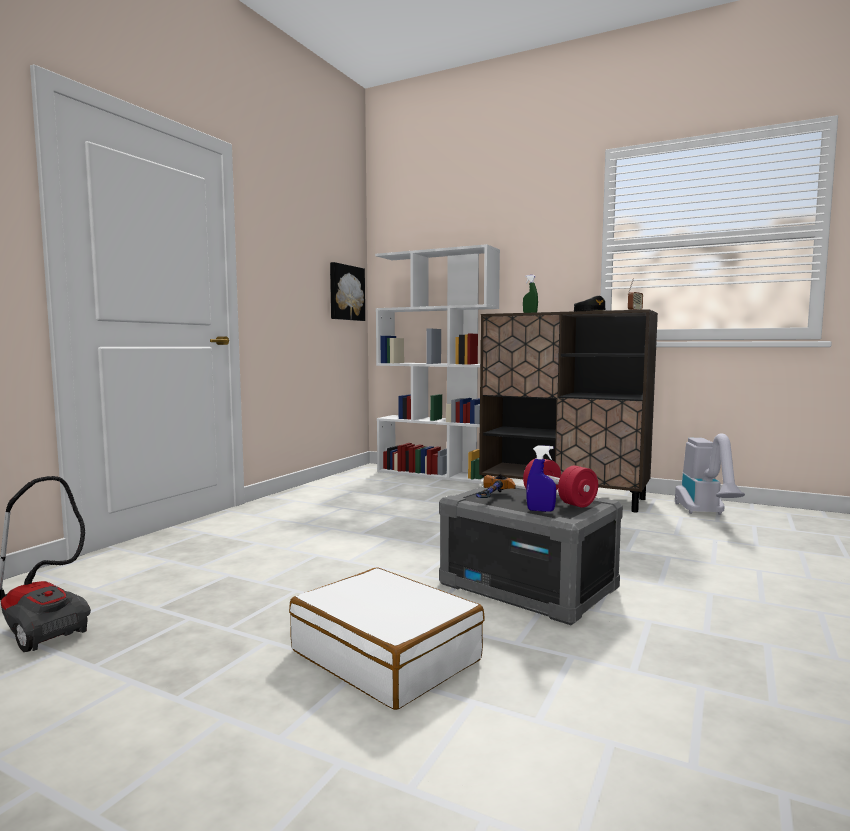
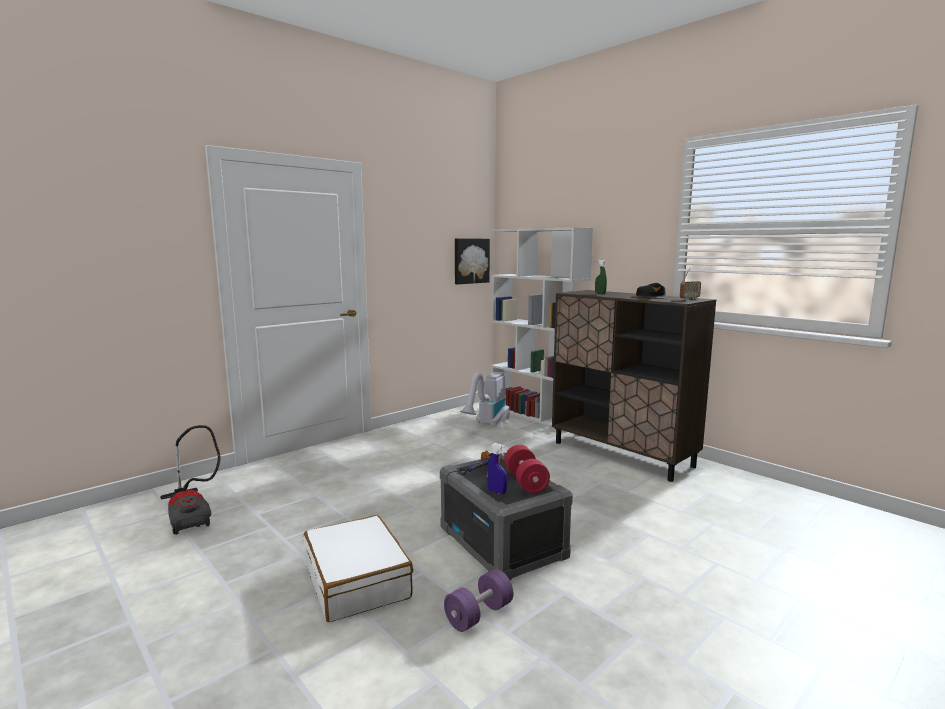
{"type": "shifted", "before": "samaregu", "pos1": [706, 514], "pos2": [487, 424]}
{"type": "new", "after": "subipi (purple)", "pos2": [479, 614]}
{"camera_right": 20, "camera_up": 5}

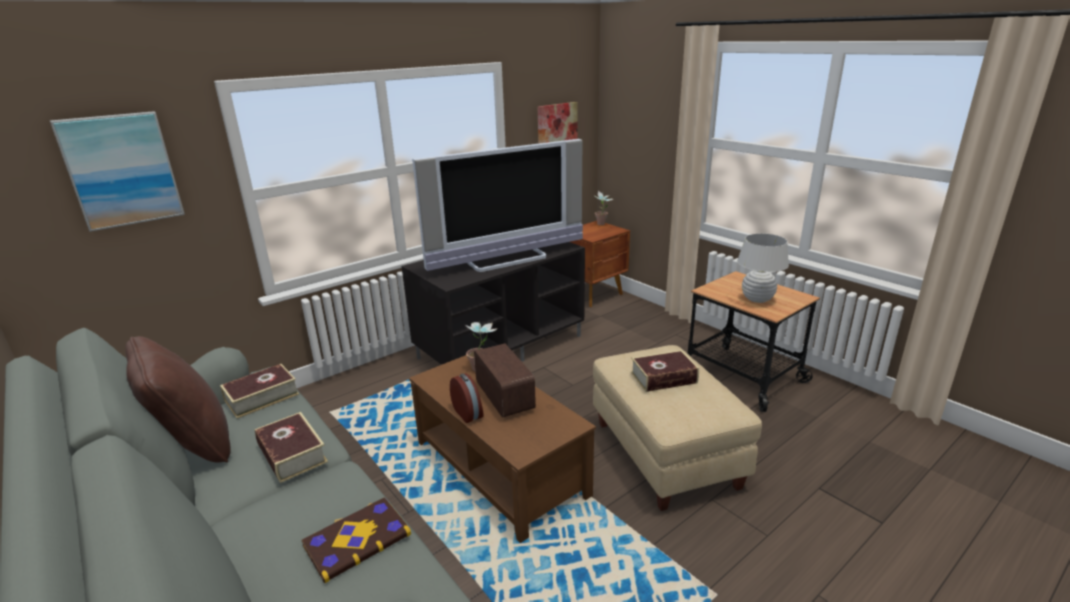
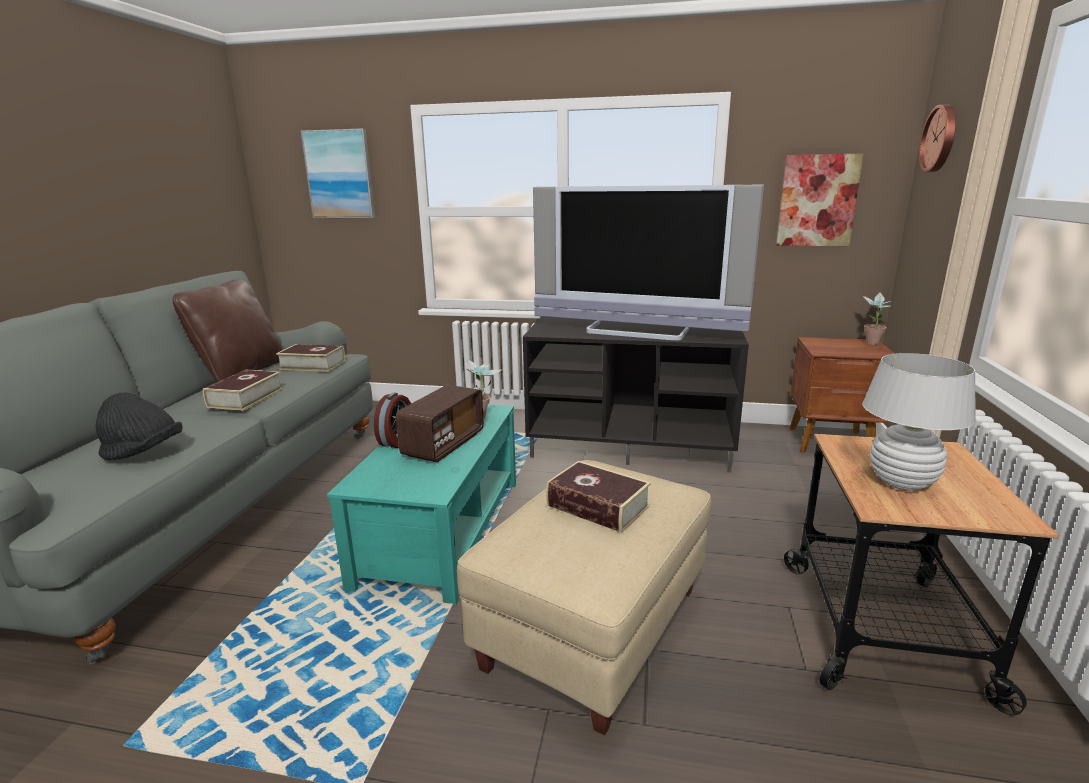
{"type": "swapped", "before": "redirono", "after": "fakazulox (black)", "pos1": [357, 539], "pos2": [144, 453]}
{"type": "repainted", "before": "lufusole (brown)", "after": "lufusole (turquoise)", "pos1": [498, 468], "pos2": [440, 529]}
{"type": "new", "after": "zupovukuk", "pos2": [940, 138]}
{"camera_right": 50, "camera_up": -5}

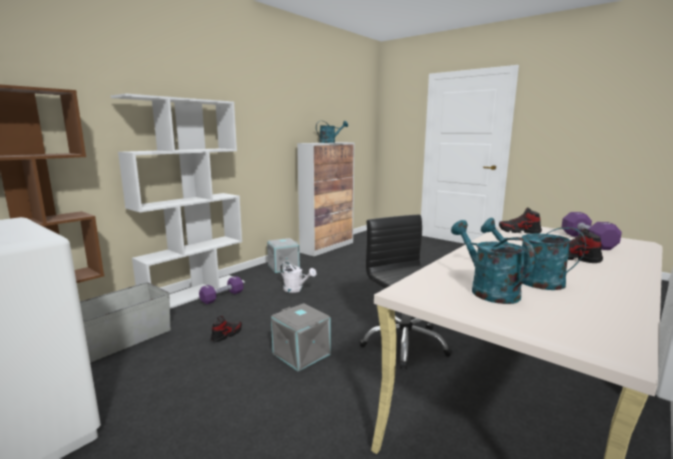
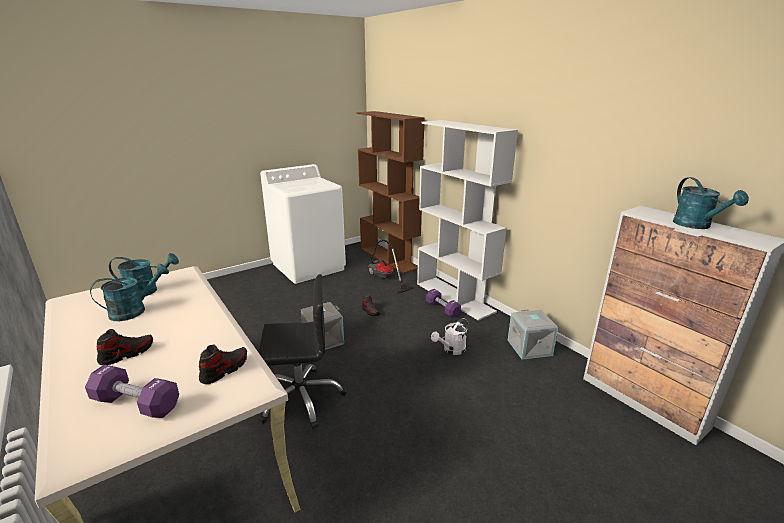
{"type": "swapped", "before": "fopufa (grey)", "after": "samaregu", "pos1": [124, 339], "pos2": [384, 279]}
{"camera_right": 105, "camera_up": 10}

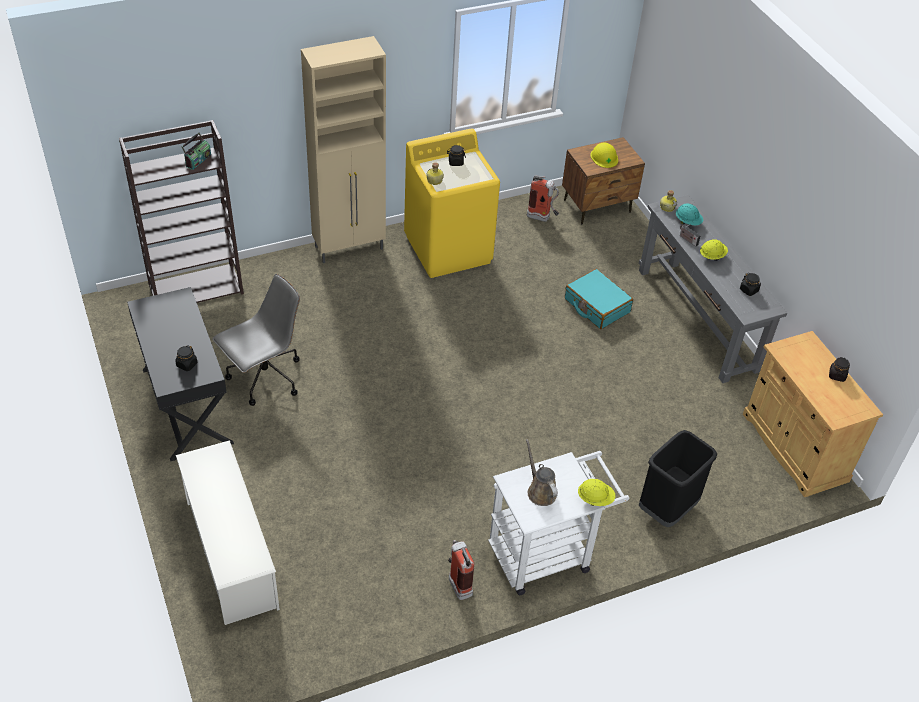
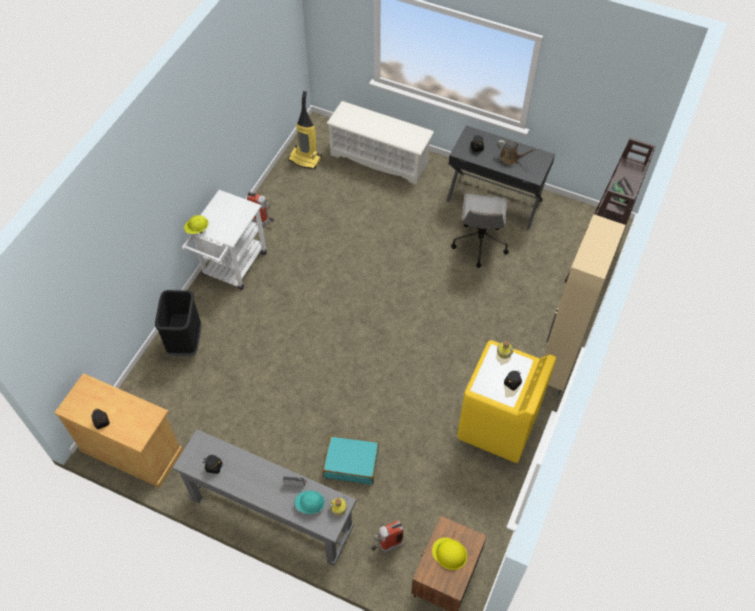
{"type": "shifted", "before": "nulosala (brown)", "pos1": [540, 491], "pos2": [511, 158]}
{"type": "shifted", "before": "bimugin", "pos1": [542, 218], "pos2": [386, 546]}
{"type": "gone", "before": "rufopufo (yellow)", "pos1": [712, 256]}
{"type": "new", "after": "samaregu", "pos2": [305, 159]}
{"camera_right": 140, "camera_up": 10}

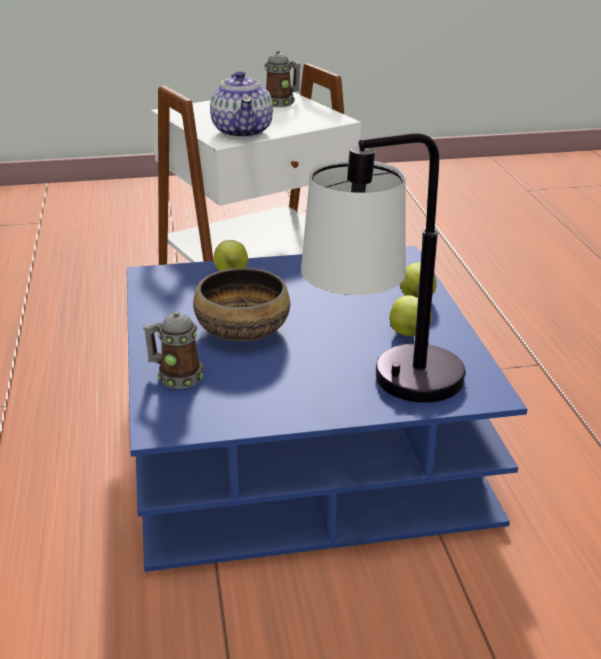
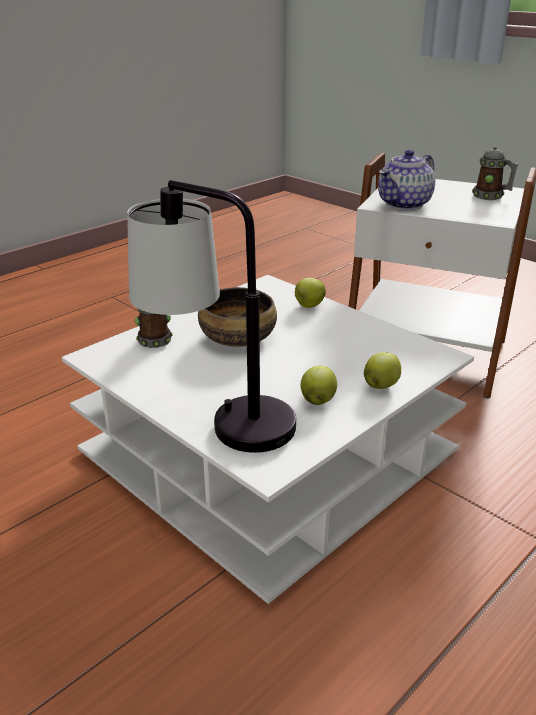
{"type": "repainted", "before": "lufusole (blue)", "after": "lufusole (white)", "pos1": [300, 441], "pos2": [268, 452]}
{"camera_right": 55, "camera_up": 0}

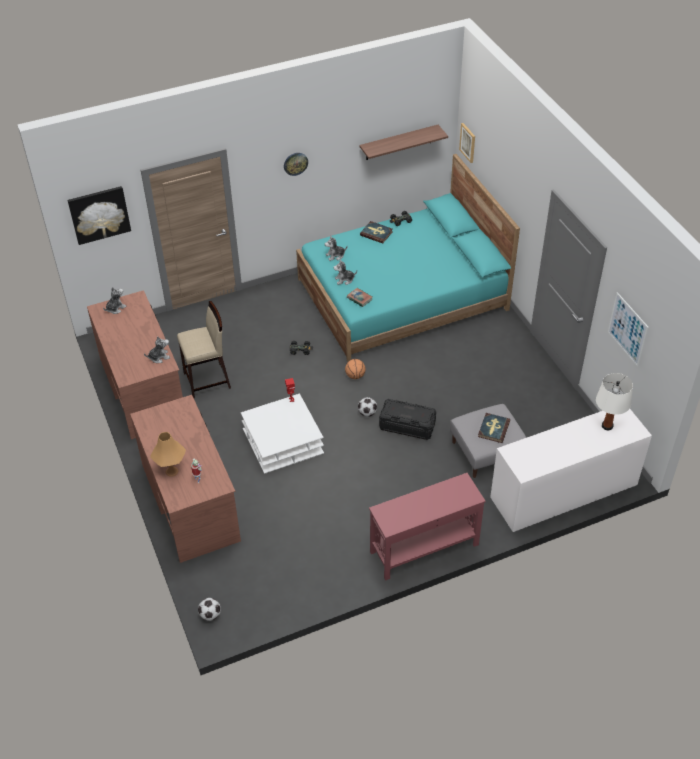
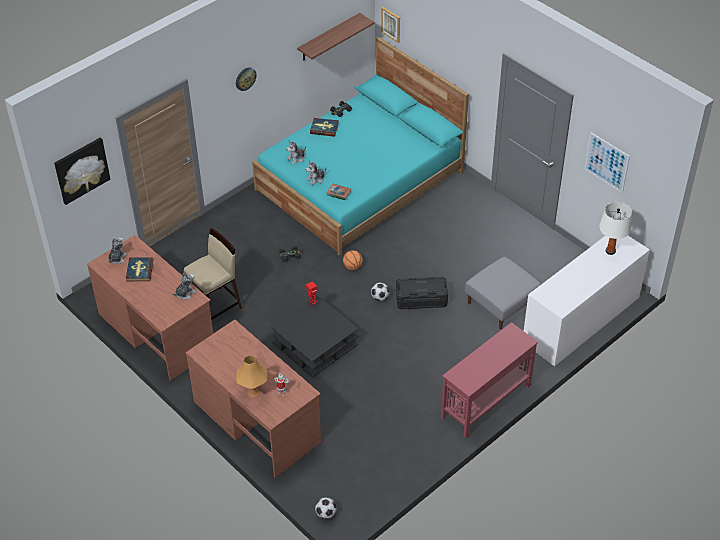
{"type": "repainted", "before": "lufusole (white)", "after": "lufusole (black)", "pos1": [283, 441], "pos2": [315, 343]}
{"type": "shifted", "before": "redirono", "pos1": [493, 429], "pos2": [139, 270]}
{"camera_right": -20, "camera_up": 0}

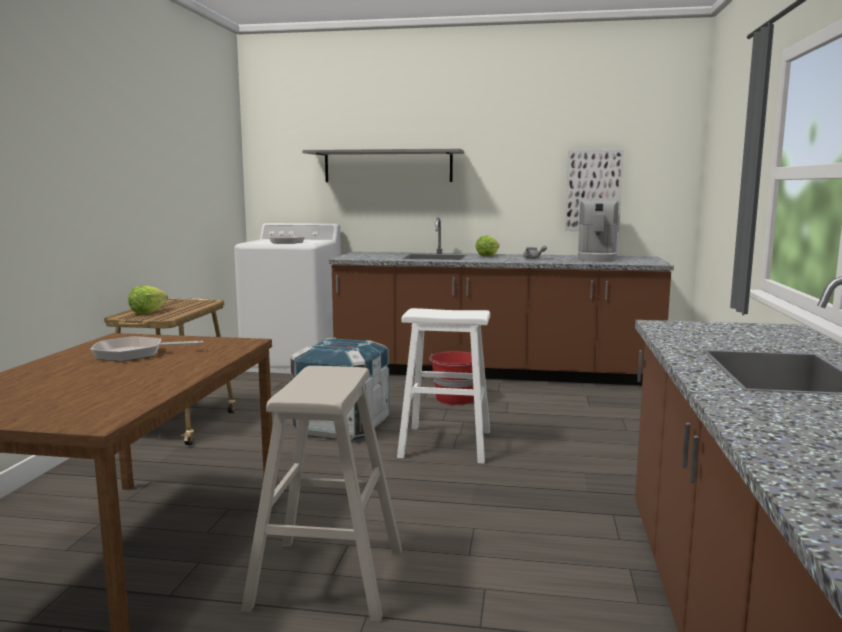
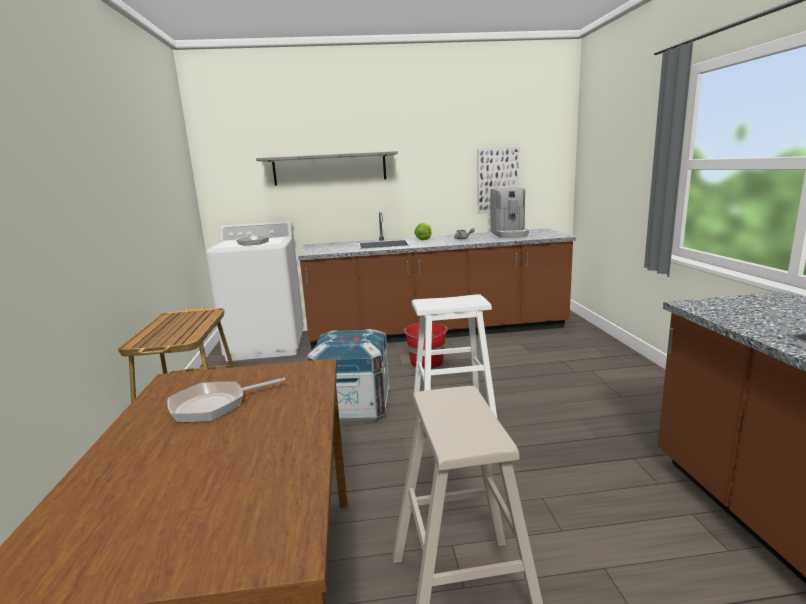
{"type": "gone", "before": "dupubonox", "pos1": [148, 312]}
{"camera_right": -15, "camera_up": 5}

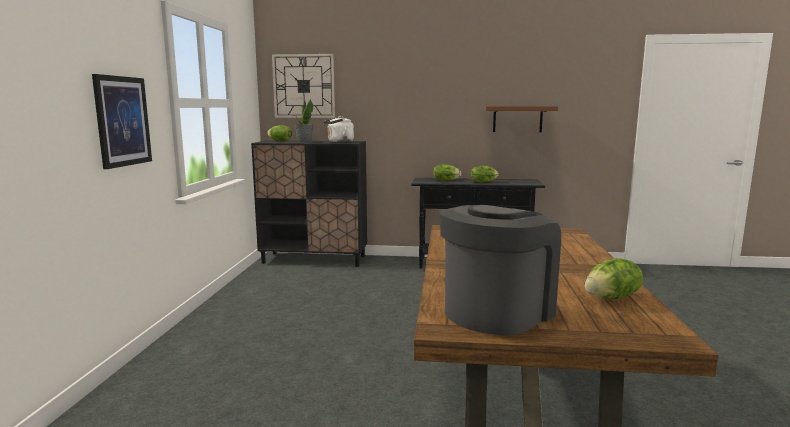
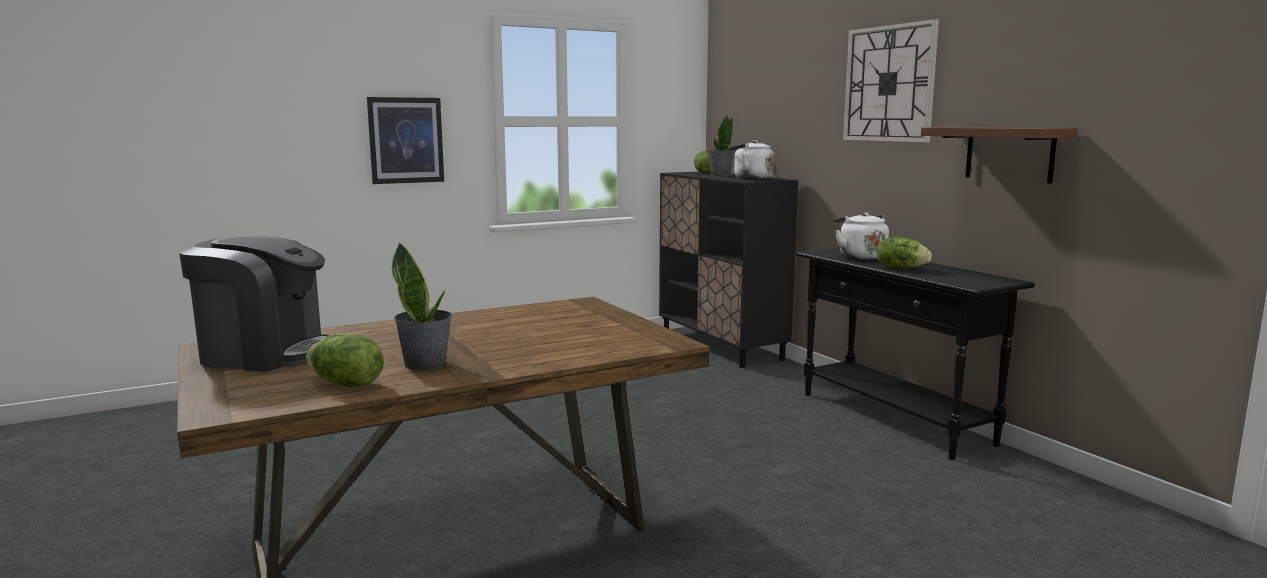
{"type": "shifted", "before": "zupovukuk", "pos1": [304, 86], "pos2": [889, 84]}
{"type": "swapped", "before": "dupubonox", "after": "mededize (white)", "pos1": [445, 180], "pos2": [860, 257]}
{"type": "new", "after": "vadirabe", "pos2": [426, 364]}
{"camera_right": 55, "camera_up": 0}

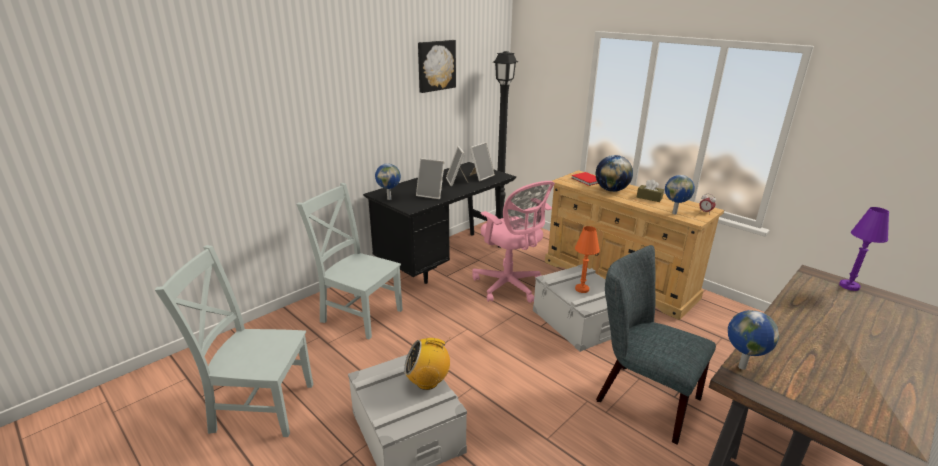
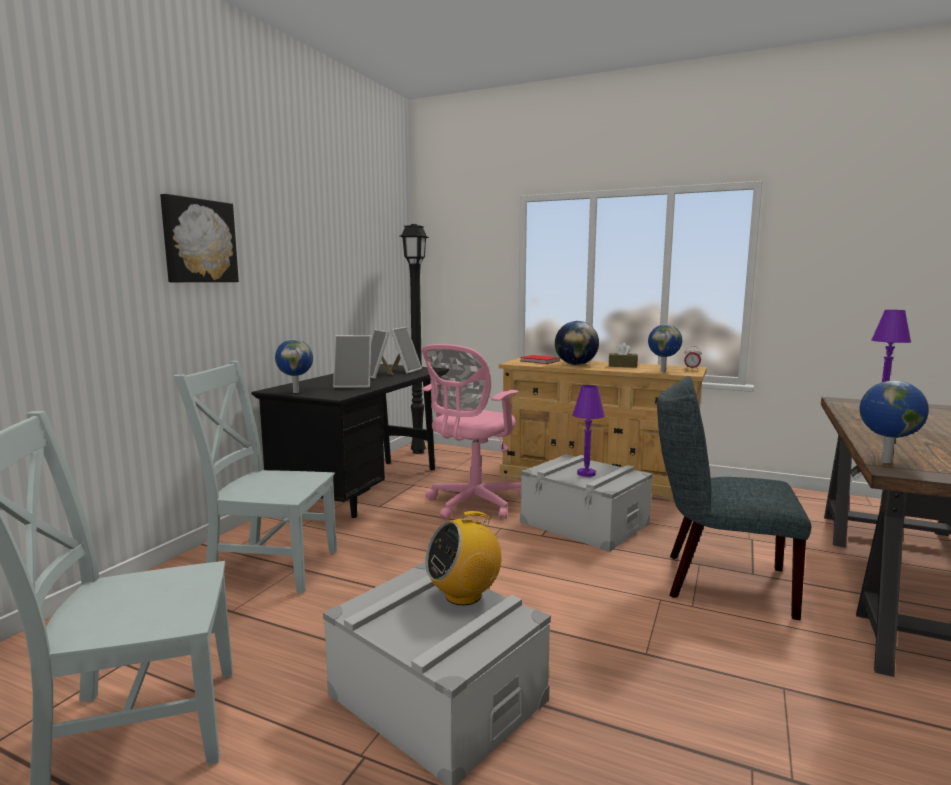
{"type": "shifted", "before": "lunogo", "pos1": [436, 65], "pos2": [198, 241]}
{"type": "rotated", "before": "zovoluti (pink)", "pos1": [509, 286], "pos2": [473, 504], "turn": 90}
{"type": "repainted", "before": "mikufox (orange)", "after": "mikufox (purple)", "pos1": [582, 289], "pos2": [586, 473]}
{"camera_right": -20, "camera_up": -15}

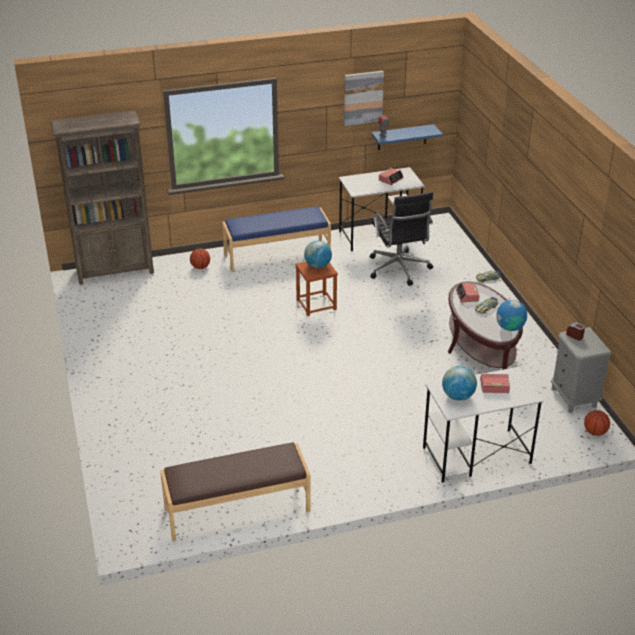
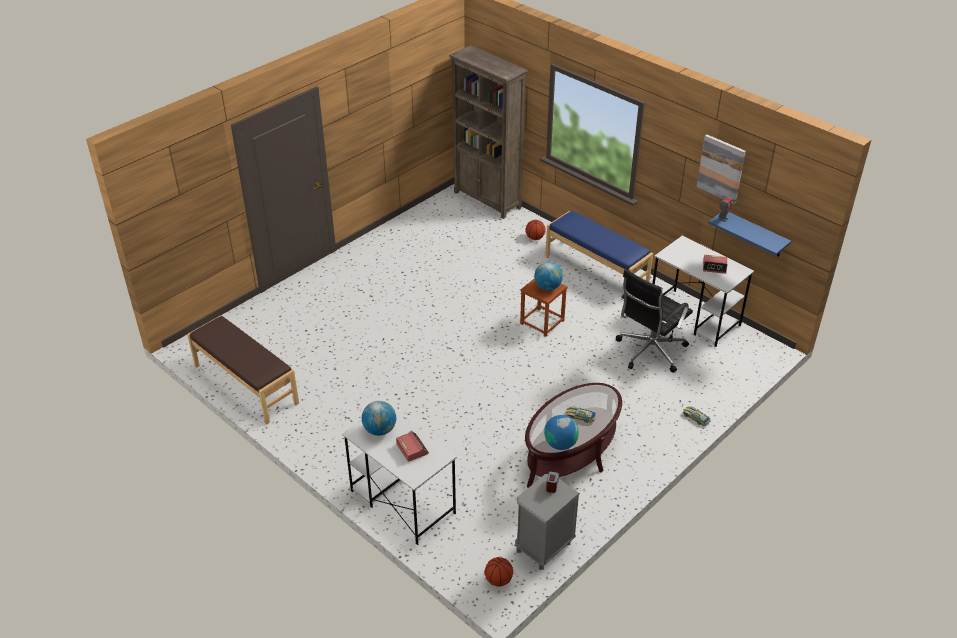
{"type": "gone", "before": "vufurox", "pos1": [467, 296]}
{"camera_right": 60, "camera_up": 5}

